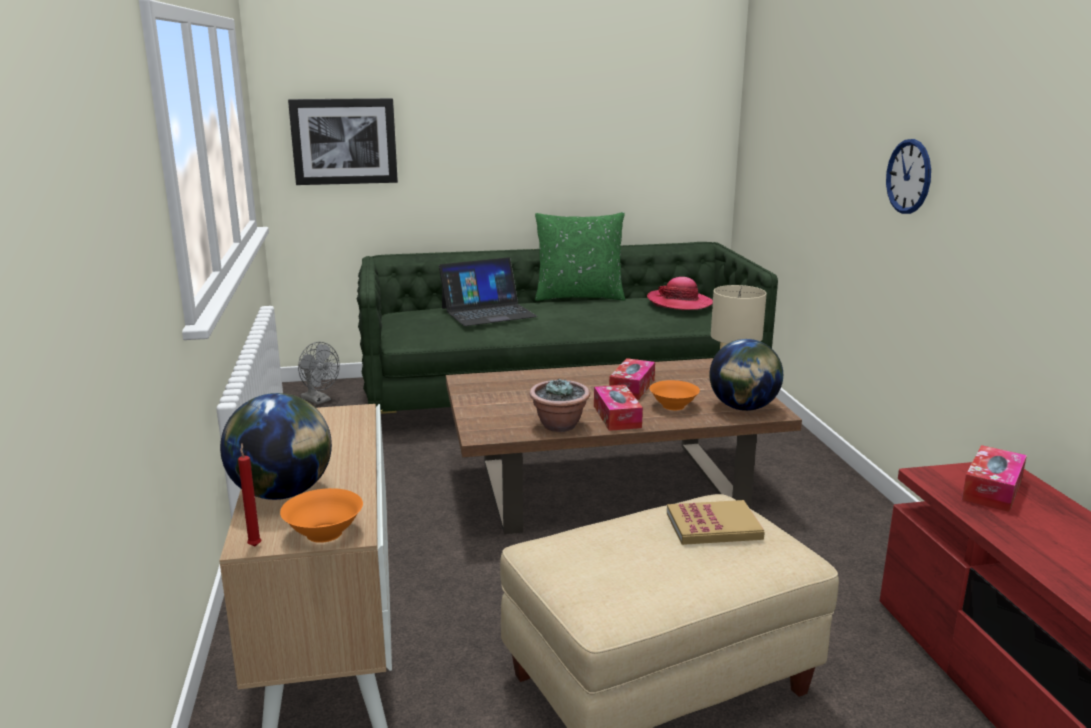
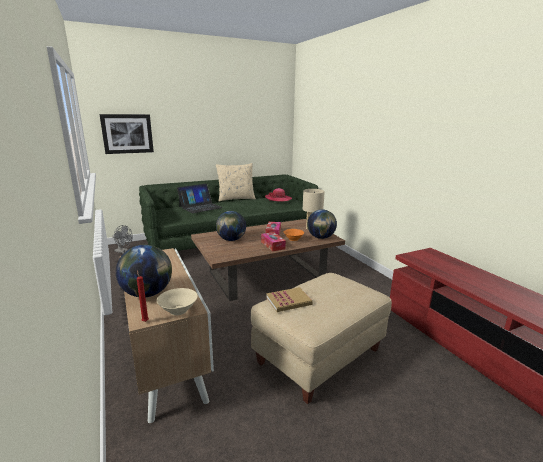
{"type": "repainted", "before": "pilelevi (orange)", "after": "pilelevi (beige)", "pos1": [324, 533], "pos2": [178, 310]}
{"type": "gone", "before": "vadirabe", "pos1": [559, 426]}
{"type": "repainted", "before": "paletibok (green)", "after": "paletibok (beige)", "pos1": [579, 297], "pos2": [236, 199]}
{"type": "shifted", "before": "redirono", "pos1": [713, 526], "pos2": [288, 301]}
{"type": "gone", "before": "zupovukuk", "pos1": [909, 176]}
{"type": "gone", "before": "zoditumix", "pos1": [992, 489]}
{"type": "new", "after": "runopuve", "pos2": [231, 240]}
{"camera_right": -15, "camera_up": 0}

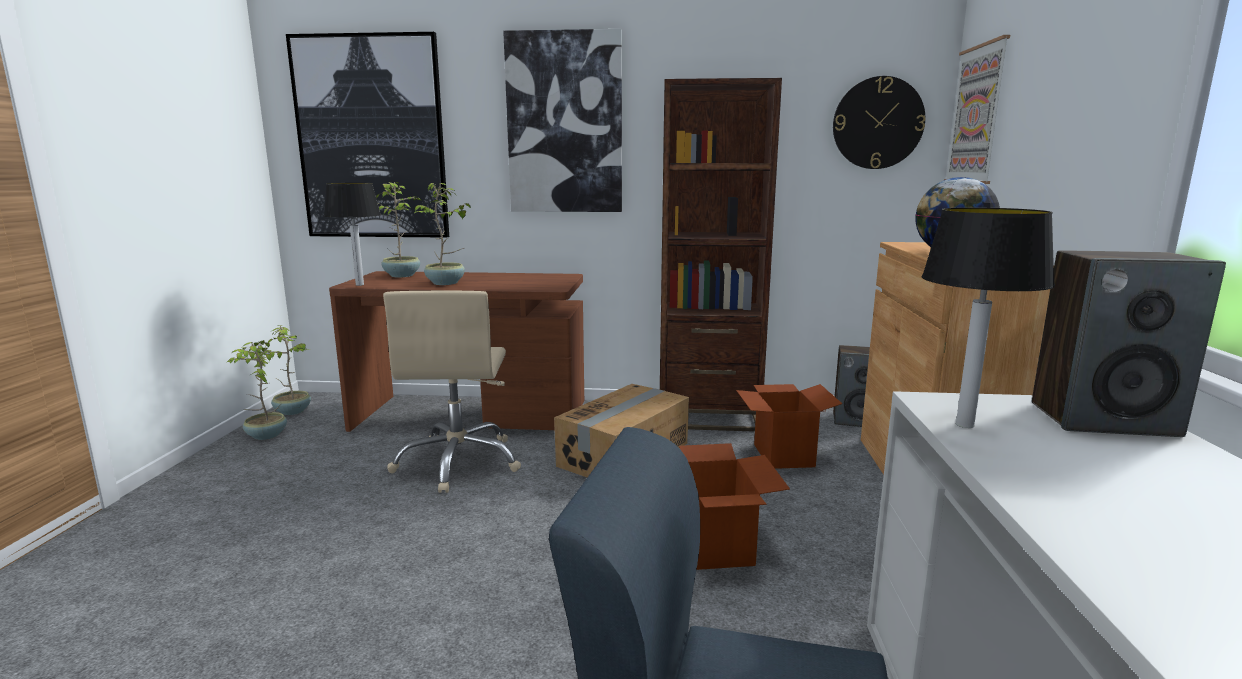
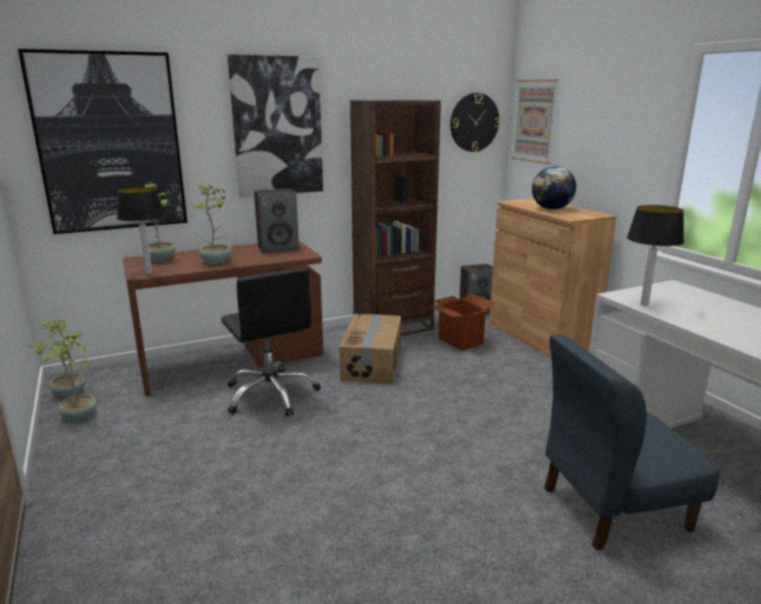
{"type": "repainted", "before": "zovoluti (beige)", "after": "zovoluti (black)", "pos1": [459, 462], "pos2": [271, 394]}
{"type": "gone", "before": "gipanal", "pos1": [716, 546]}
{"type": "shifted", "before": "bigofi", "pos1": [1103, 419], "pos2": [278, 248]}
{"camera_right": -30, "camera_up": 5}

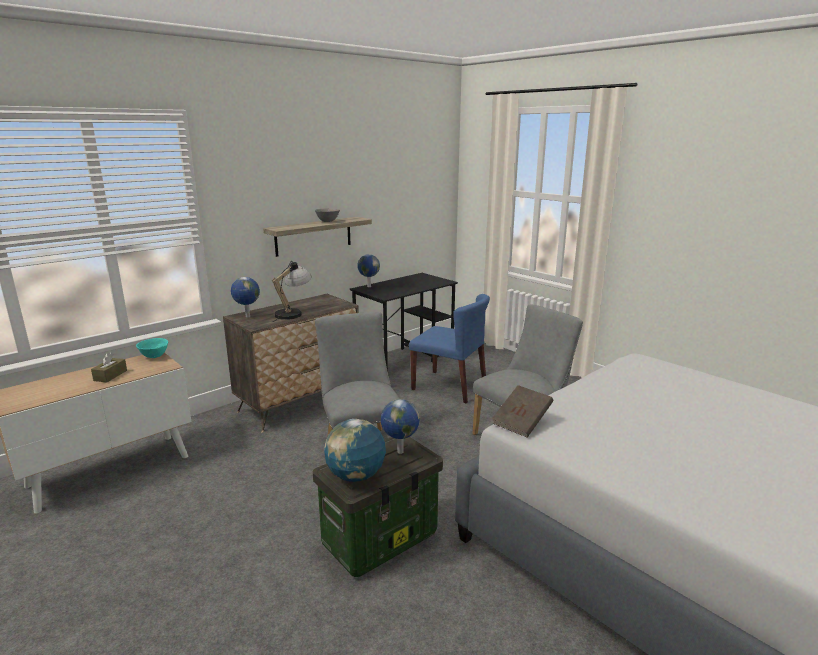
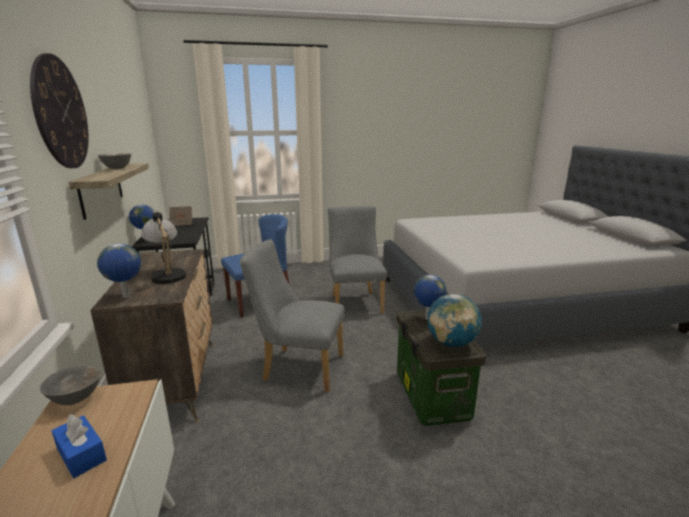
{"type": "repainted", "before": "zoditumix (brown)", "after": "zoditumix (blue)", "pos1": [110, 375], "pos2": [81, 454]}
{"type": "repainted", "before": "pilelevi (turquoise)", "after": "pilelevi (grey)", "pos1": [155, 357], "pos2": [76, 399]}
{"type": "shifted", "before": "redirono (brown)", "pos1": [521, 422], "pos2": [182, 223]}
{"type": "new", "after": "zupovukuk", "pos2": [61, 113]}
{"camera_right": -60, "camera_up": 0}

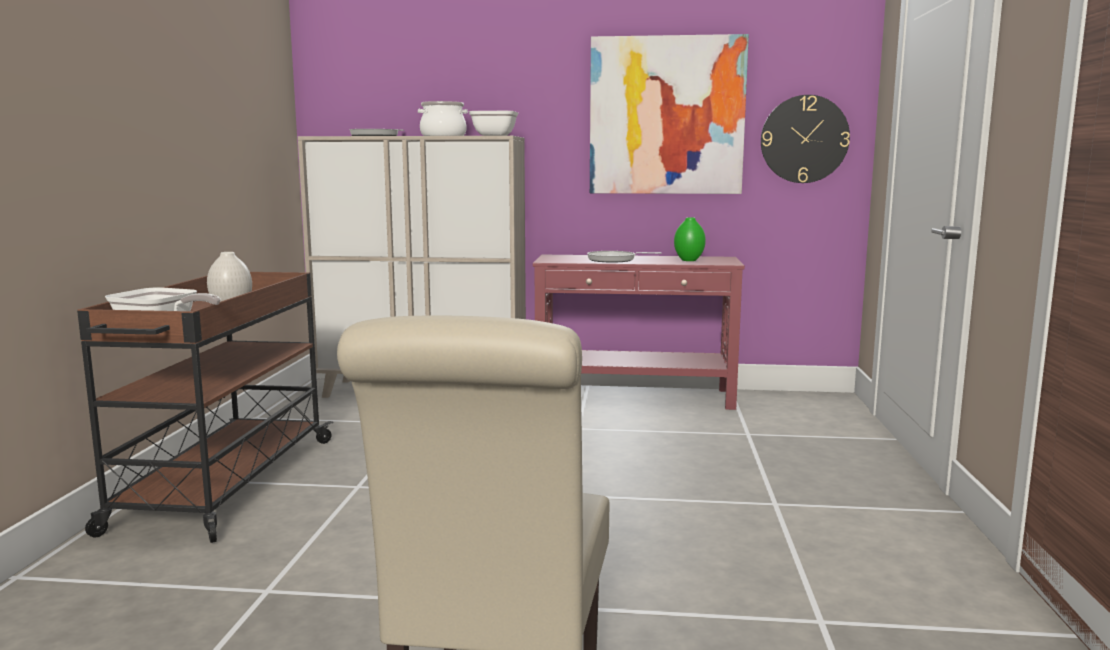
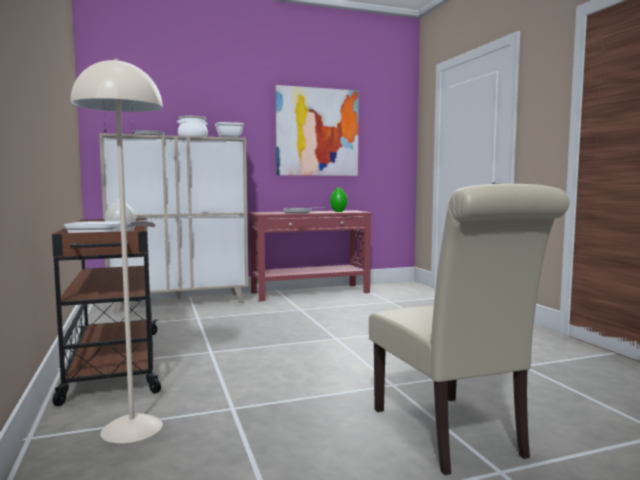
{"type": "gone", "before": "zupovukuk", "pos1": [804, 139]}
{"type": "new", "after": "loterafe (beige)", "pos2": [131, 428]}
{"camera_right": -25, "camera_up": -5}

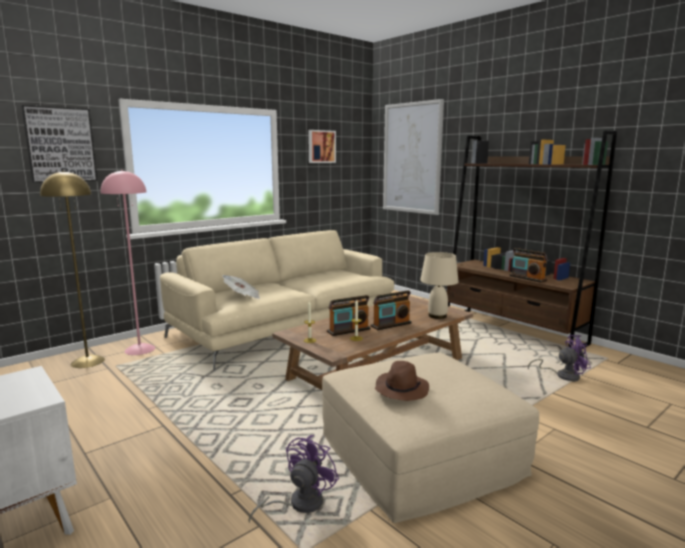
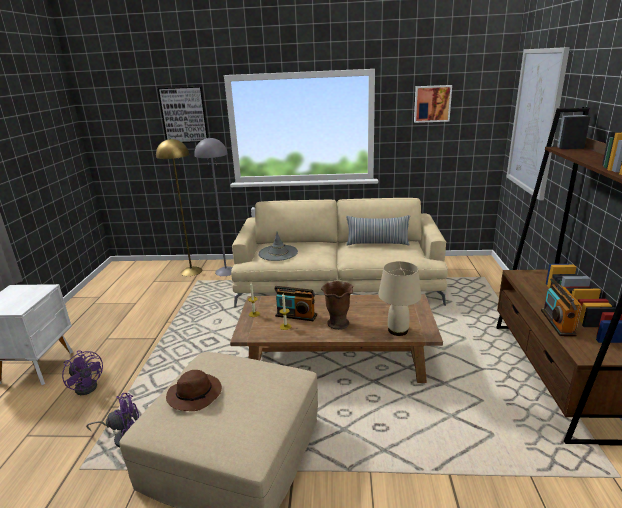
{"type": "repainted", "before": "loterafe (pink)", "after": "loterafe (grey)", "pos1": [140, 349], "pos2": [226, 271]}
{"type": "swapped", "before": "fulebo", "after": "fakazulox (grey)", "pos1": [242, 297], "pos2": [278, 253]}
{"type": "swapped", "before": "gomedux", "after": "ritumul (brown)", "pos1": [391, 325], "pos2": [338, 323]}
{"type": "shifted", "before": "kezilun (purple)", "pos1": [563, 376], "pos2": [88, 385]}
{"type": "new", "after": "paletibok", "pos2": [377, 243]}
{"camera_right": 45, "camera_up": 10}

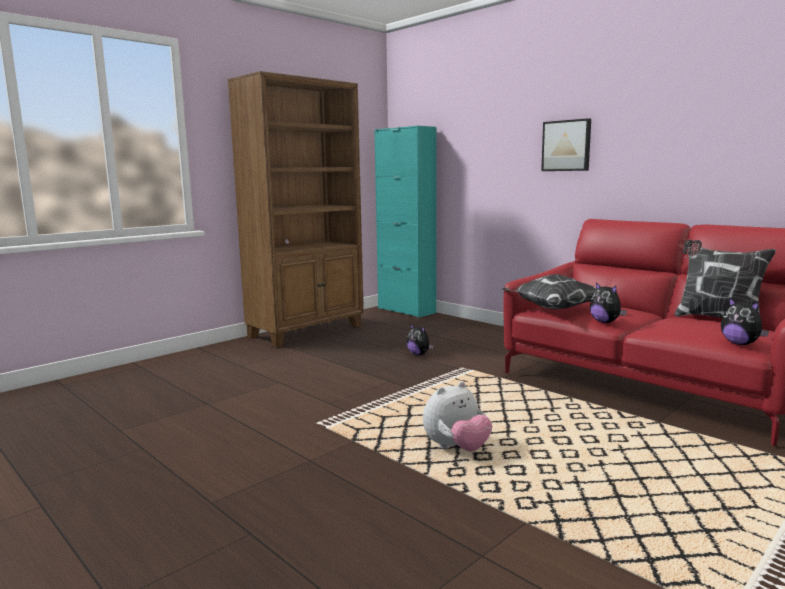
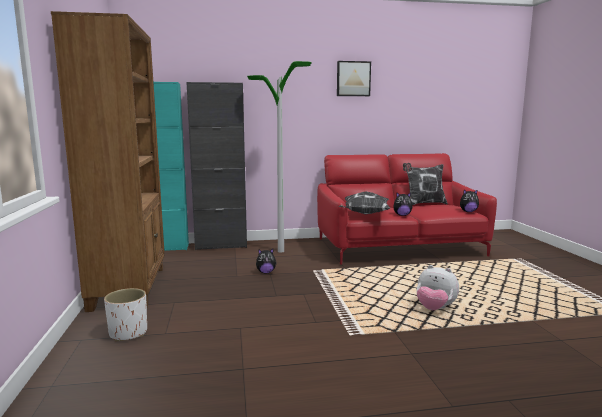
{"type": "rotated", "before": "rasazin", "pos1": [456, 449], "pos2": [435, 309], "turn": 120}
{"type": "shifted", "before": "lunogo", "pos1": [567, 145], "pos2": [353, 79]}
{"type": "new", "after": "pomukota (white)", "pos2": [128, 333]}
{"type": "new", "after": "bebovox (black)", "pos2": [221, 245]}
{"type": "new", "after": "loterafe", "pos2": [281, 251]}
{"camera_right": -55, "camera_up": 0}

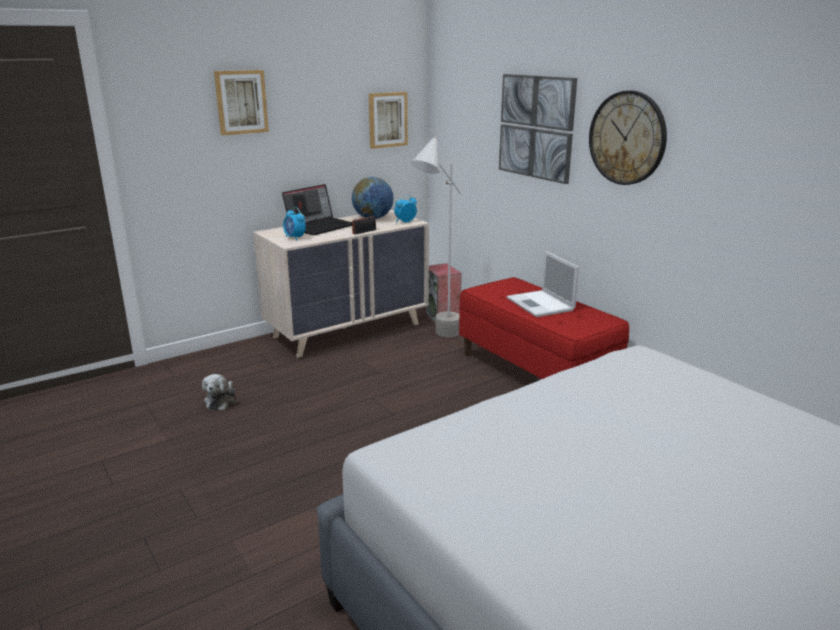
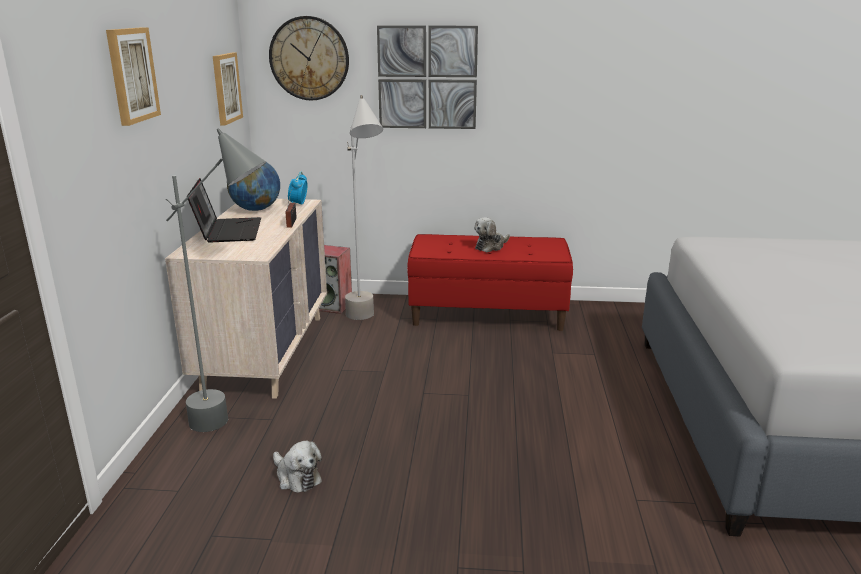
{"type": "gone", "before": "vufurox", "pos1": [295, 238]}
{"type": "swapped", "before": "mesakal", "after": "rasazin", "pos1": [541, 304], "pos2": [491, 246]}
{"type": "shifted", "before": "zupovukuk", "pos1": [627, 138], "pos2": [309, 58]}
{"type": "new", "after": "loterafe (grey)", "pos2": [238, 425]}
{"camera_right": -50, "camera_up": 0}

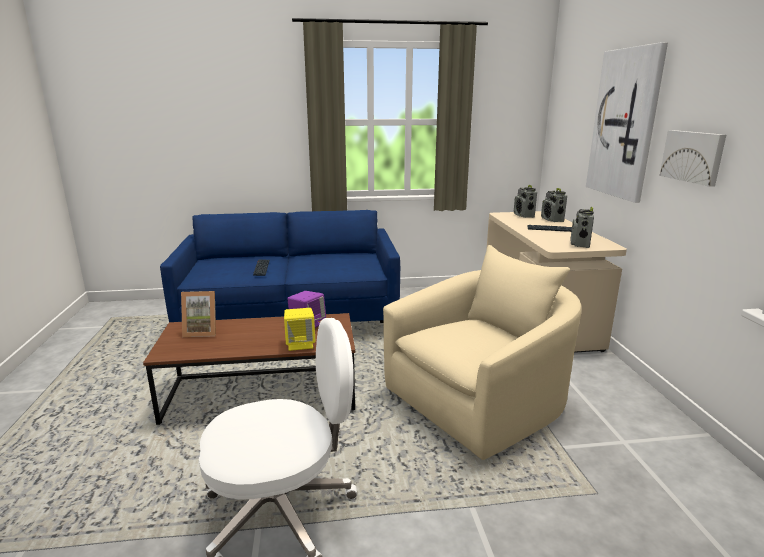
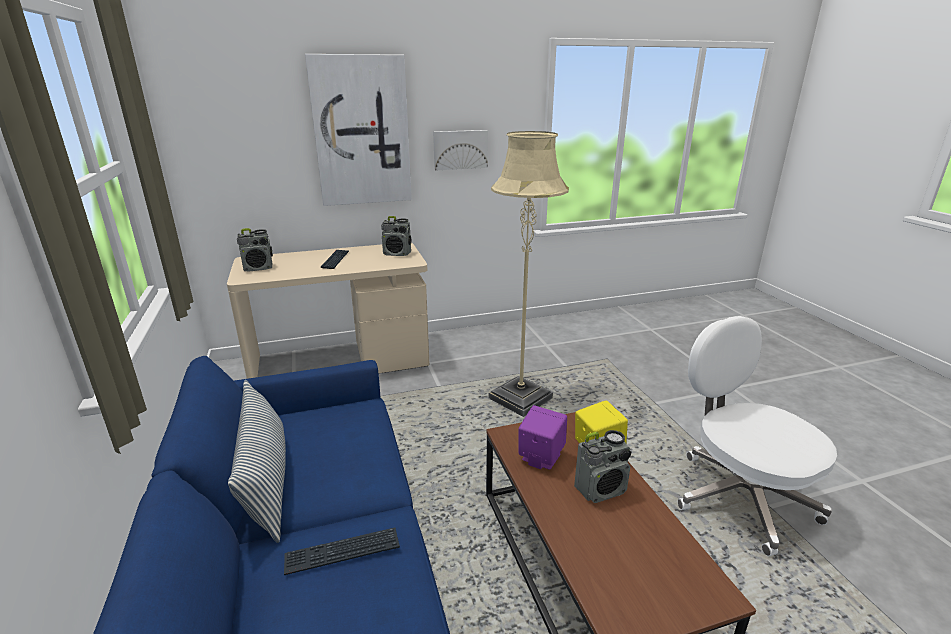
{"type": "gone", "before": "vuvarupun", "pos1": [202, 331]}
{"type": "swapped", "before": "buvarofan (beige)", "after": "loterafe (beige)", "pos1": [481, 401], "pos2": [520, 398]}
{"type": "shifted", "before": "gomedux", "pos1": [552, 220], "pos2": [601, 489]}
{"type": "new", "after": "paletibok", "pos2": [267, 483]}
{"camera_right": -100, "camera_up": 5}

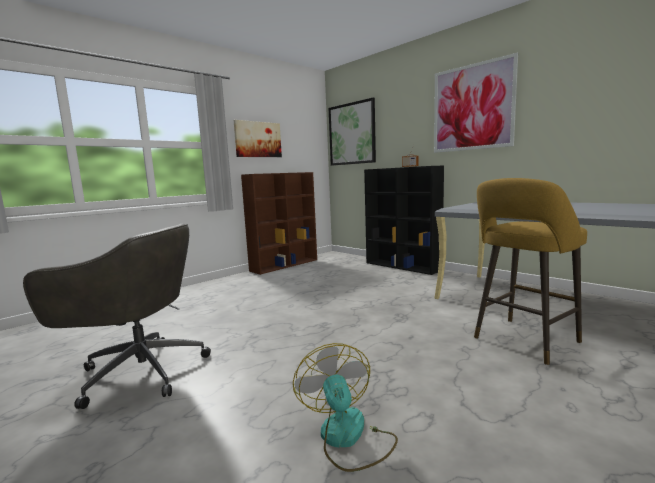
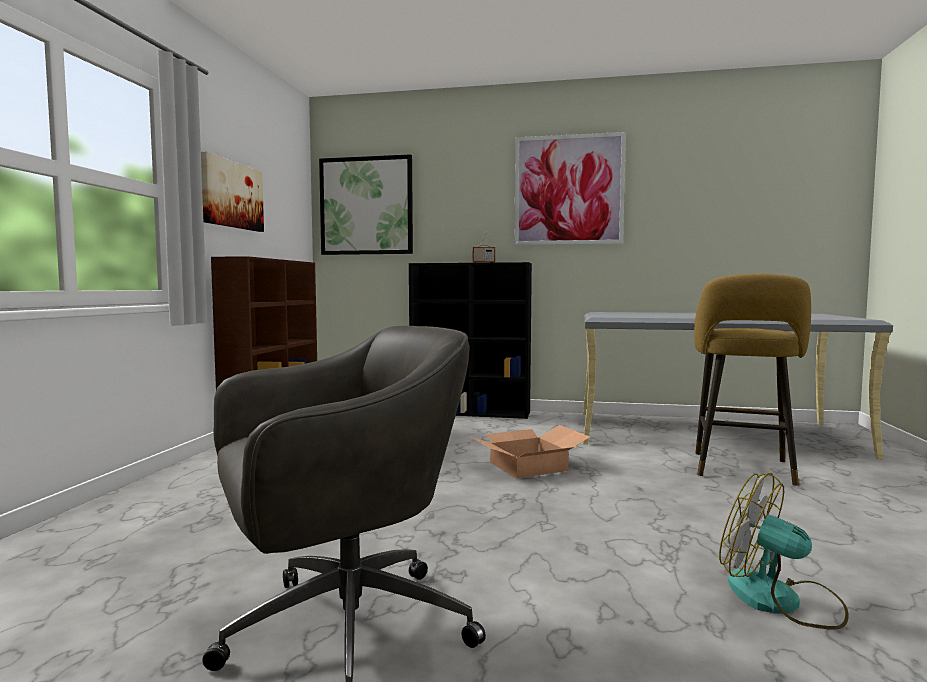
{"type": "new", "after": "gipanal", "pos2": [528, 466]}
{"camera_right": -35, "camera_up": -5}

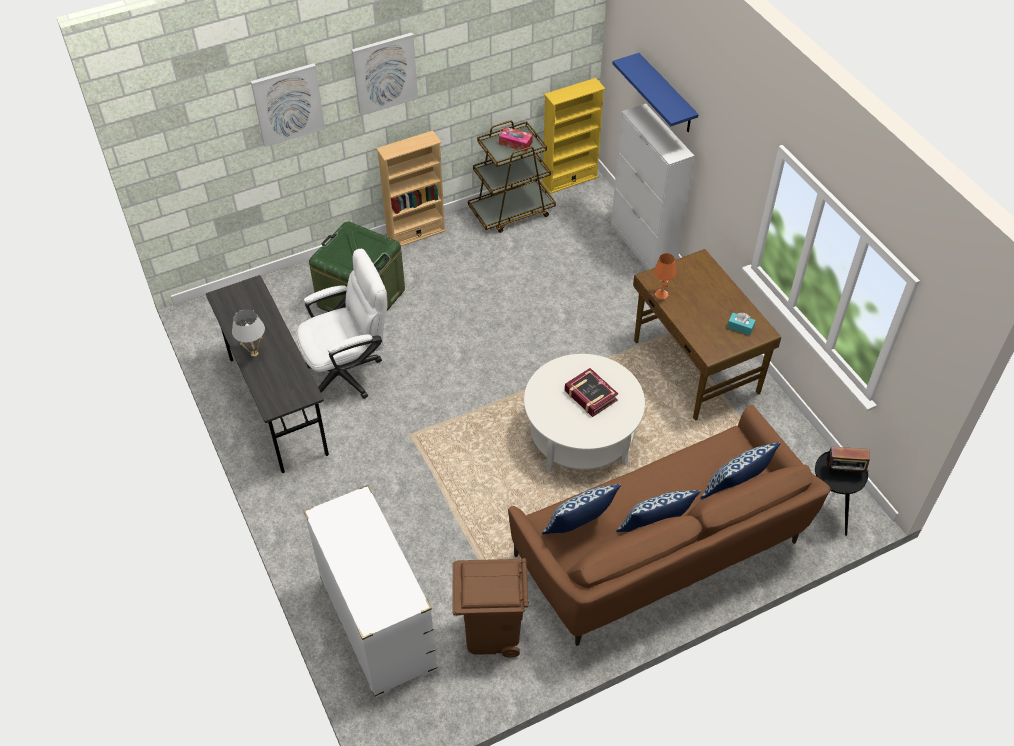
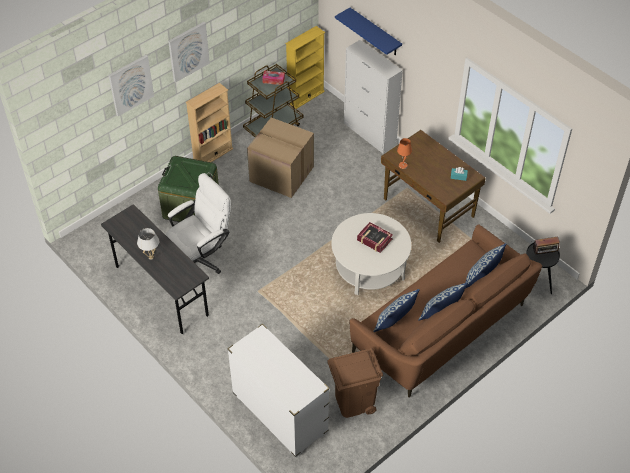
{"type": "new", "after": "gipanal", "pos2": [280, 174]}
{"camera_right": -15, "camera_up": 0}

